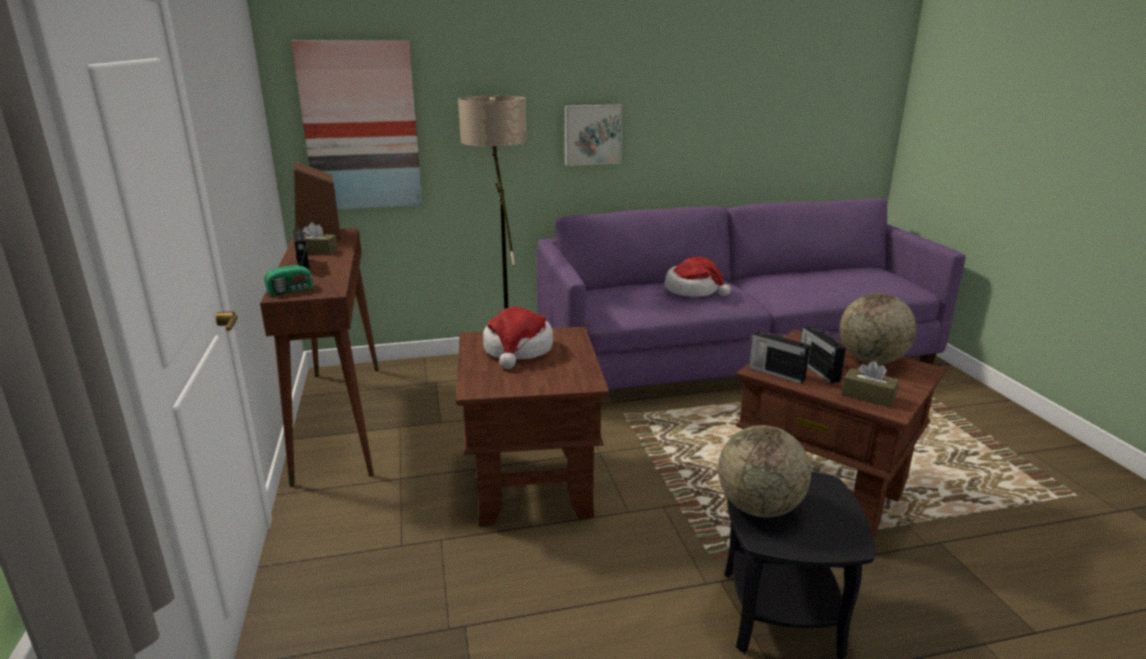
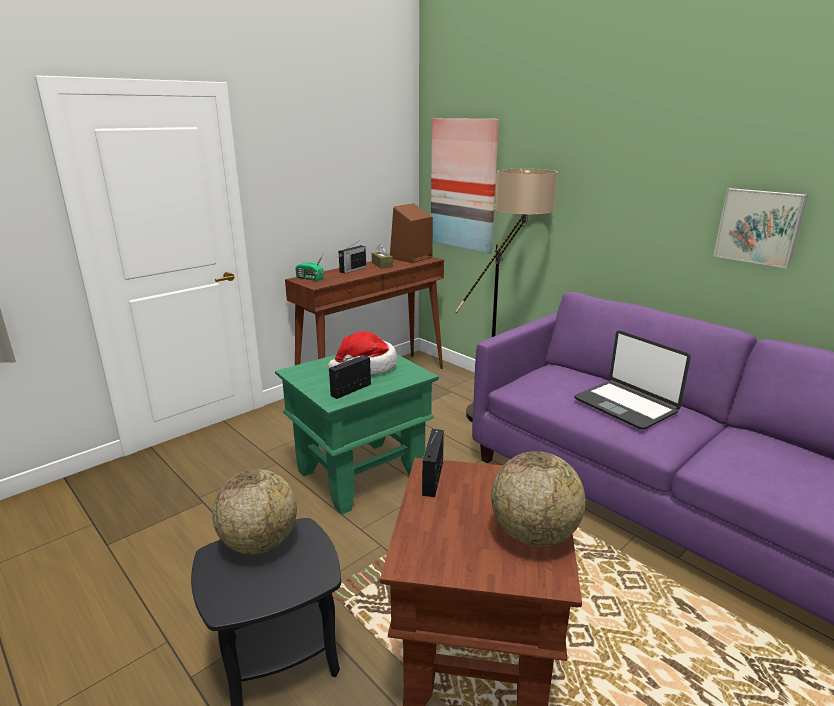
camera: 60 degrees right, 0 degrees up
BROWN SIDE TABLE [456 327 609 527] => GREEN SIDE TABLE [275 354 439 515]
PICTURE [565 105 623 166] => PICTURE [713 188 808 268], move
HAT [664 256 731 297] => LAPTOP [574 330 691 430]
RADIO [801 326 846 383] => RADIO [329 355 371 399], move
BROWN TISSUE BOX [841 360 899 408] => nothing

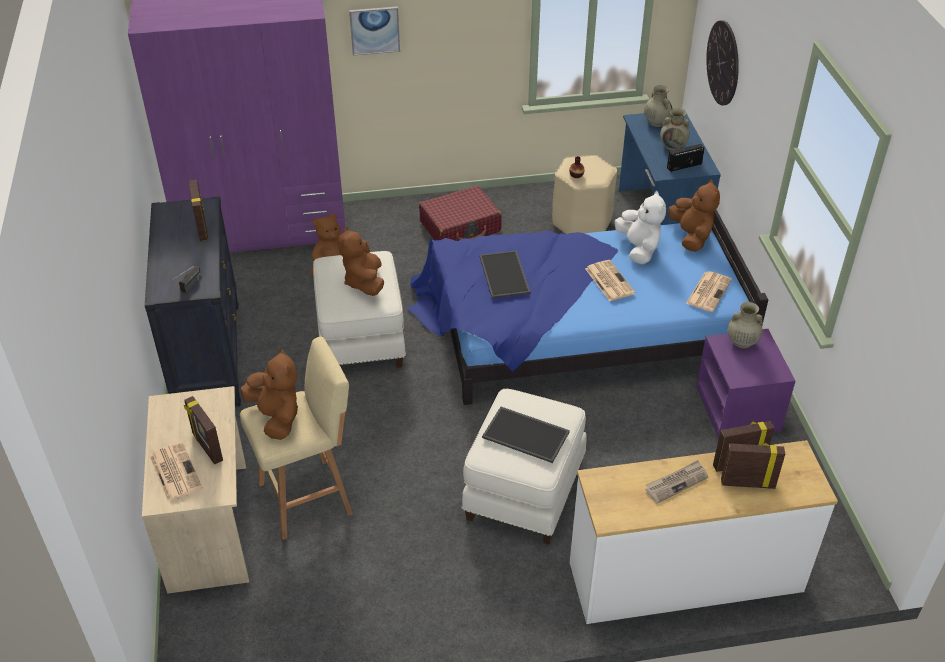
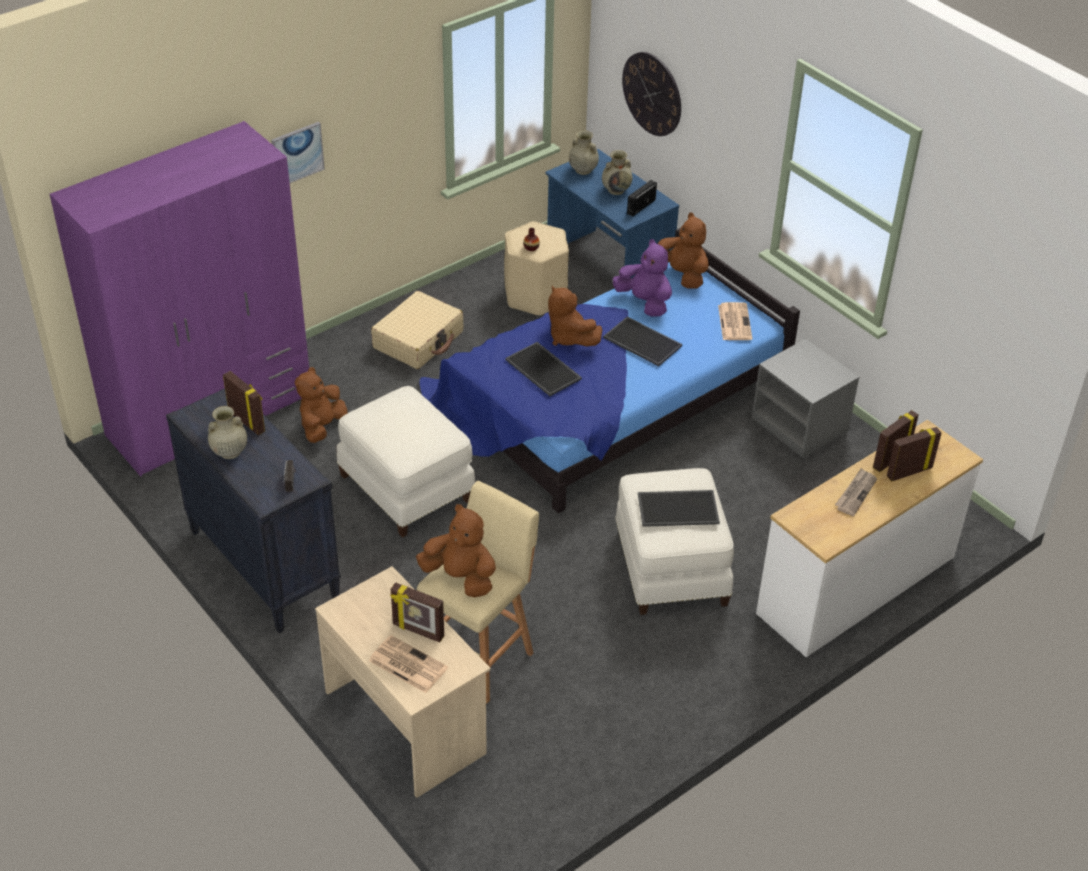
camera: 30 degrees left, 0 degrees up
BROWN PLUSH TOY [338 226 384 296] => BROWN PLUSH TOY [548 285 602 346], move
RED SUITCASE [419 186 502 241] => BEIGE SUITCASE [371 291 463 369]
NEWSPAPER [585 260 635 301] => TRAY [603 317 682 366]
WHITE PLUSH TOY [615 191 666 265] => PURPLE PLUSH TOY [613 239 672 317]
PURPLE NIGHTSTAND [696 329 796 439] => GREY NIGHTSTAND [752 339 859 458]
BEIGE VASE [728 302 763 348] => BEIGE VASE [208 406 247 459], move

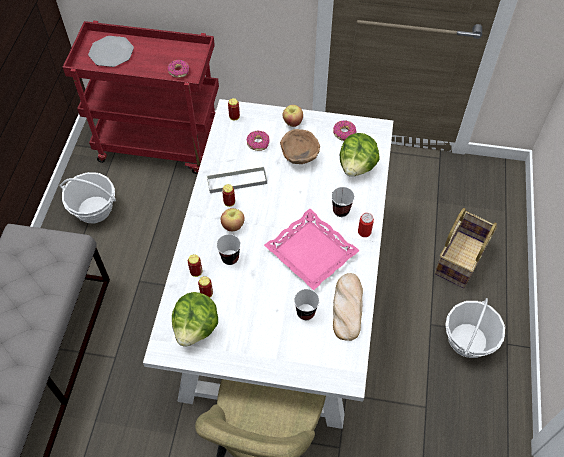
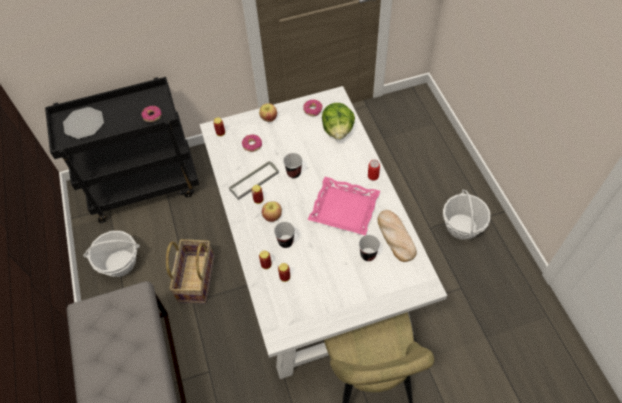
camera: 25 degrees left, 0 degrees up
RED CART [63 21 219 174] => BLACK CART [45 77 199 223]
LETTUCE [172 292 218 347] => nothing
BROWN BOWL [280 129 320 164] => nothing
CUP [331 187 355 217] => CUP [283 153 303 178], move
BASKET [435 208 497 288] => BASKET [166 239 214 304], move

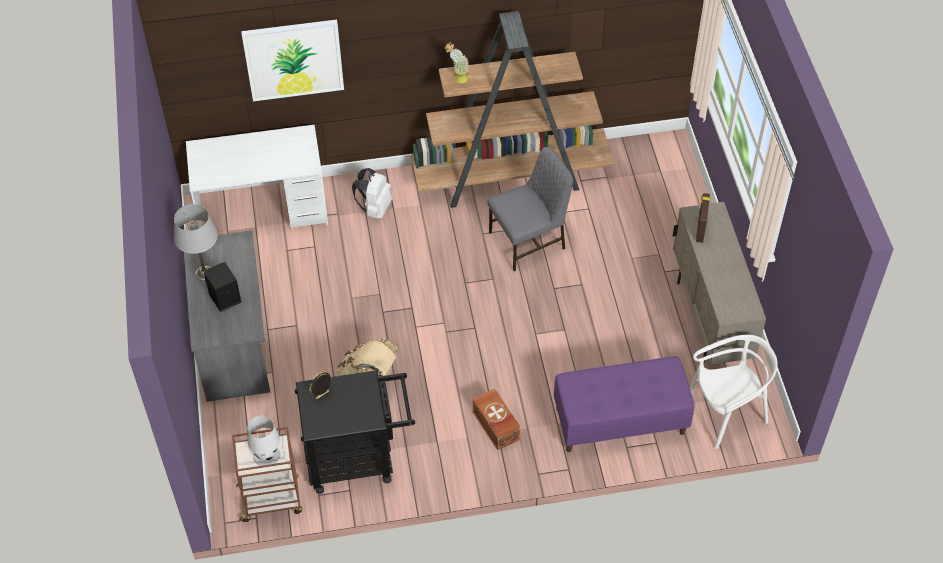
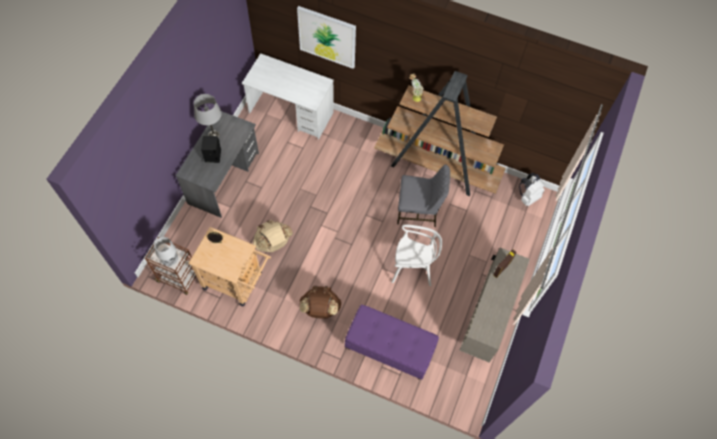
camera: 30 degrees right, 10 degrees up
BLACK CART [295 370 415 494] => BEIGE CART [188 227 271 307]
WHITE BACKPACK [352 168 393 219] => WHITE BACKPACK [519 173 545 206], move
BROWN STORAGE BOX [473 388 520 450] => BROWN BACKPACK [299 286 341 319]
WHITE CHAIR [690 335 778 449] => WHITE CHAIR [392 225 442 286], move

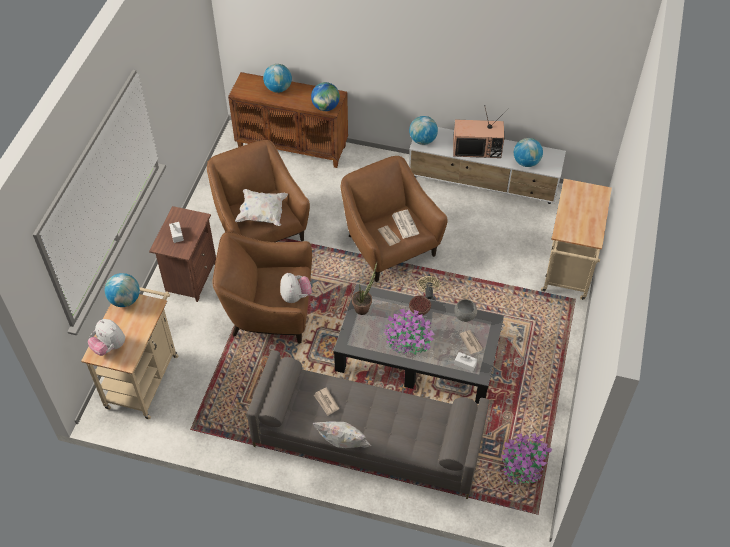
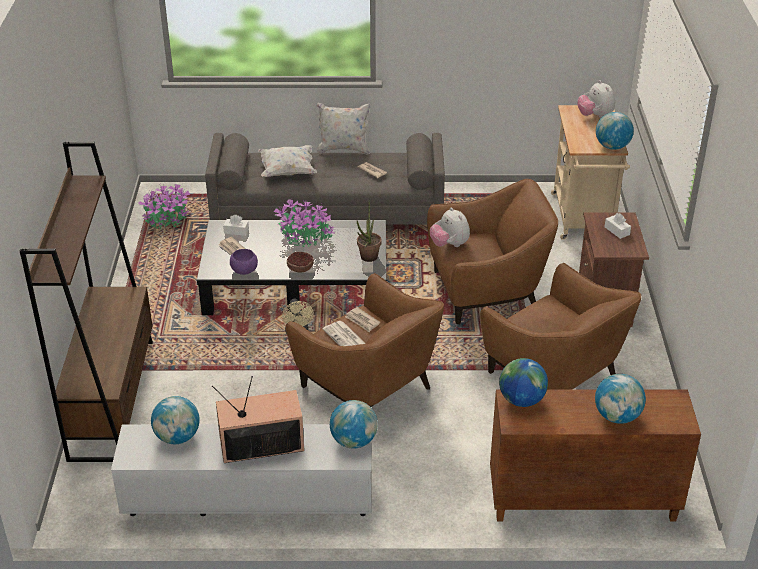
camera: 165 degrees right, 15 degrees down
PLUSH TOY [88 319 125 356] => PLUSH TOY [577 80 615 118], 135 degrees counterclockwise
WHITE PILLOW [235 189 288 226] => WHITE PILLOW [258 145 317 177], move
GREY BOWL [454 299 477 322] => PURPLE BOWL [230 249 258 275]
BEIGE CART [541 179 612 300] => BROWN BOOKCASE [20 142 153 462]

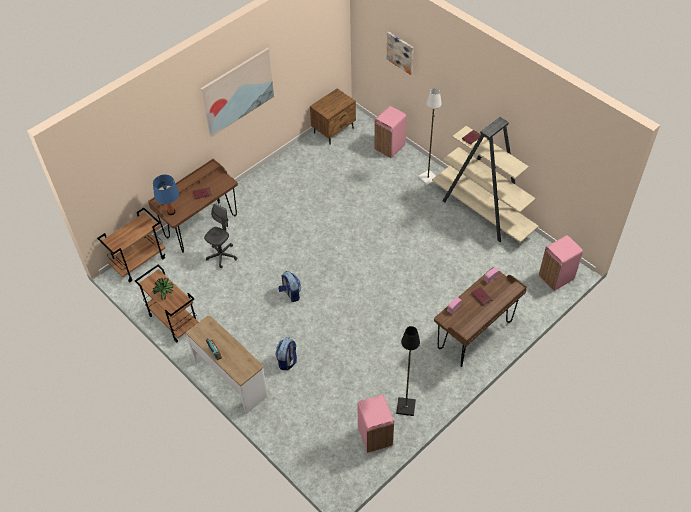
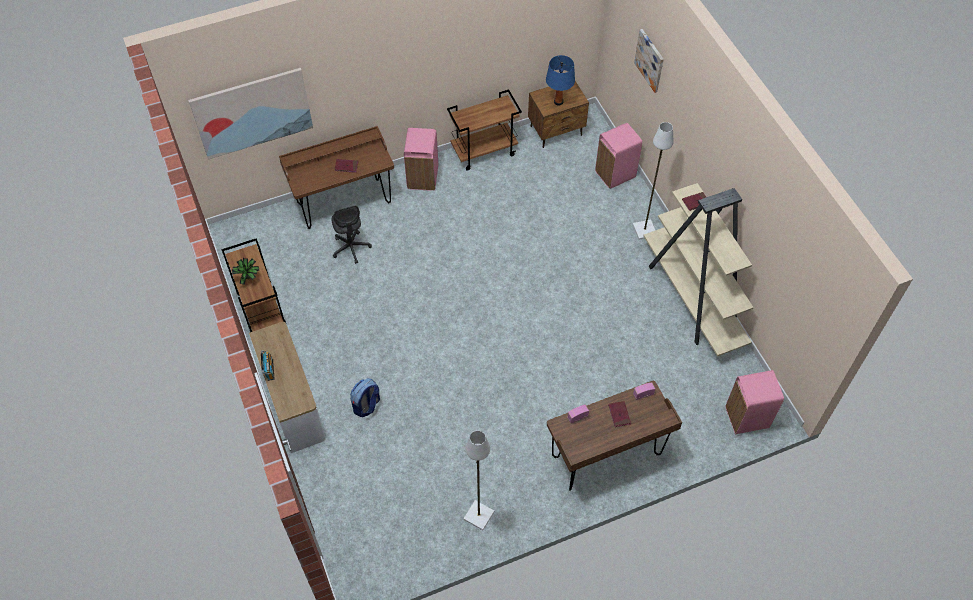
camera: 20 degrees right, 5 degrees up
BROWN CART [97 208 166 282] => BROWN CART [447 89 522 171], move
BLUE TABLE LAMP [153 174 179 215] => BLUE TABLE LAMP [546 55 575 106], move
PICTURE [201 48 274 137] => PICTURE [188 68 313 160], move
GREY OFFICE CHAIR [204 203 237 269] => GREY OFFICE CHAIR [332 205 372 264], 105 degrees clockwise
BACKPACK [279 271 301 302] => nothing
PINK TRASH CAN [357 395 394 453] => PINK TRASH CAN [404 128 438 191], move
BLACK FLOOR LAMP [396 326 420 416] => WHITE FLOOR LAMP [463 431 494 530]

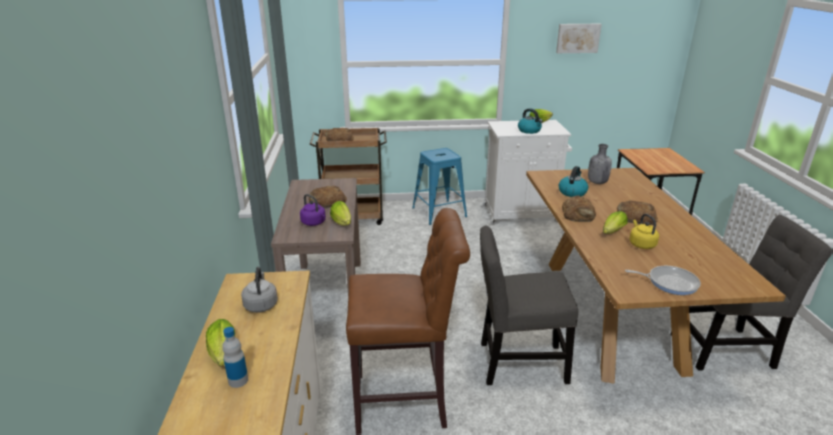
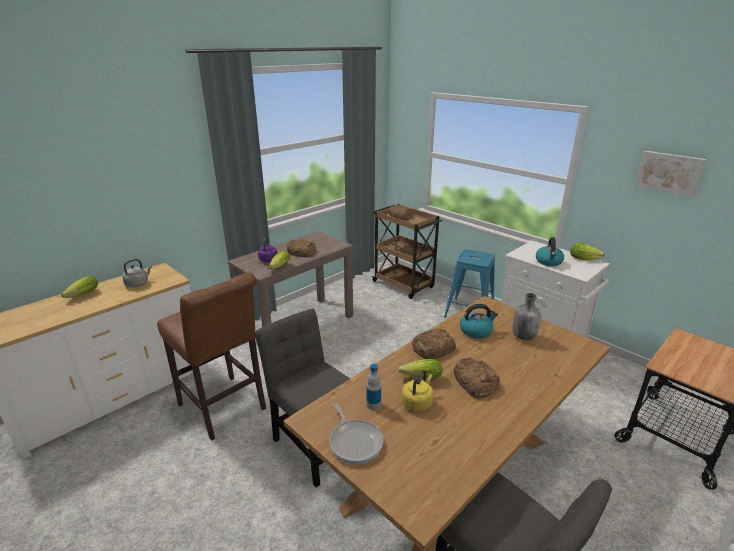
camera: 50 degrees right, 0 degrees up
BOTTLE [222 327 248 388] => BOTTLE [366 364 381 410], move

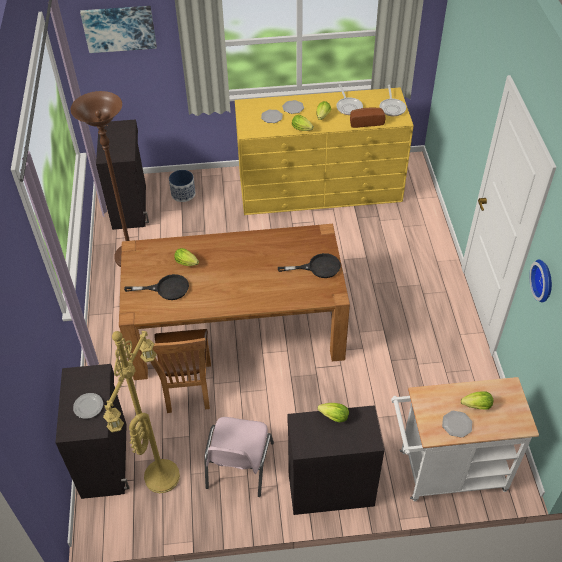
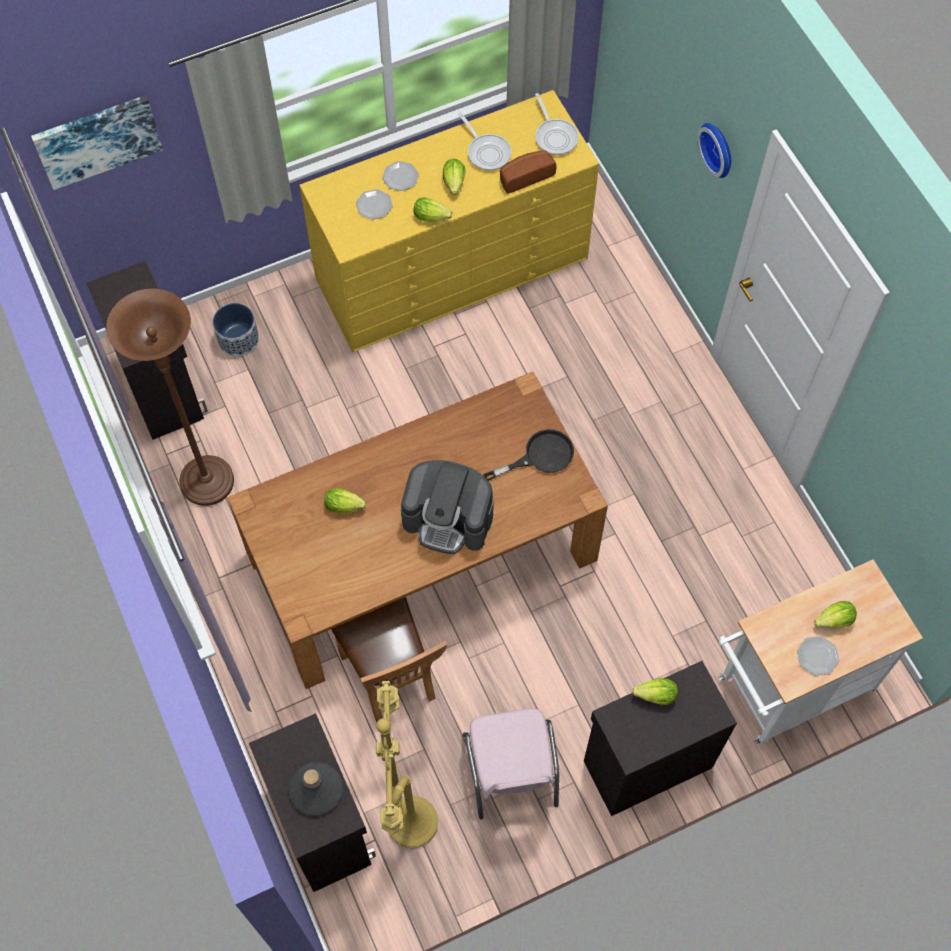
camera: 20 degrees left, 15 degrees up
PLATE [73 393 103 419] => GREY BOTTLE [289 762 342 815]
BLACK FRYING PAN [124 274 189 300] => nothing
WALL CLOCK [529 259 552 303] => WALL CLOCK [697 123 731 178], move
nothing => COFFEE MACHINE [401 460 494 554]

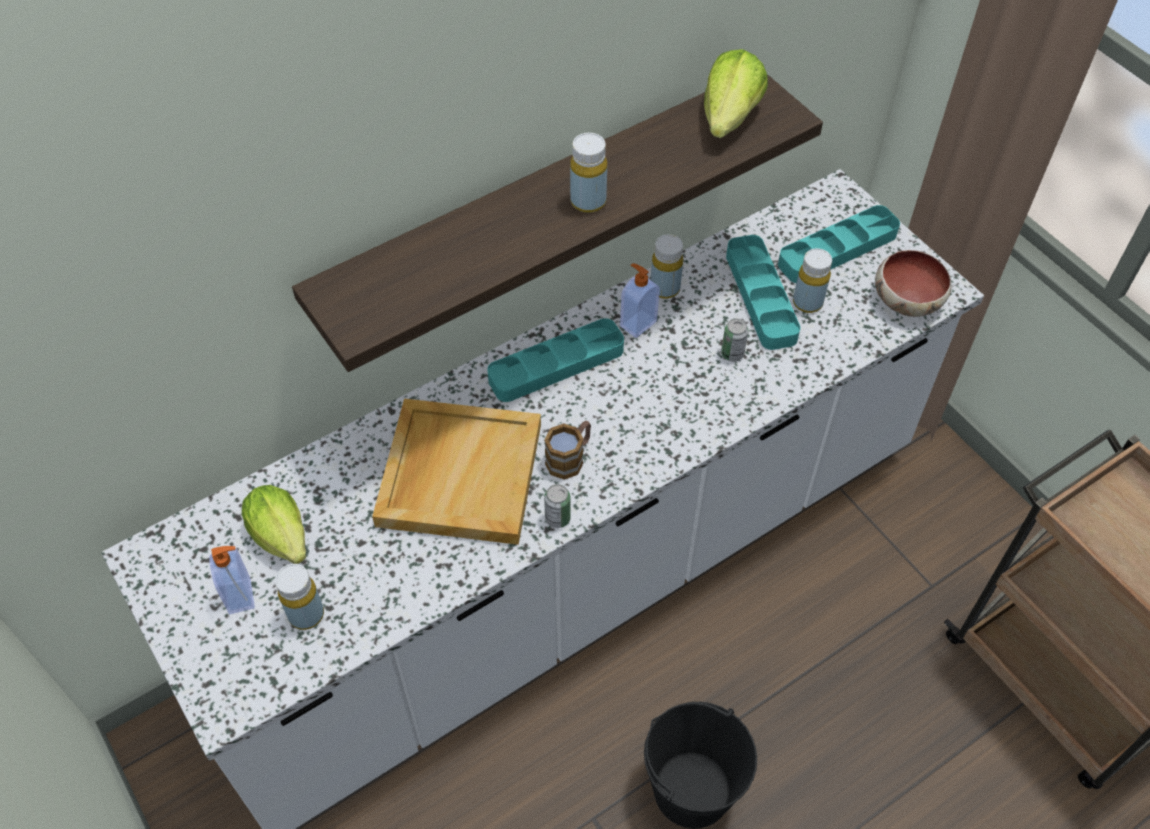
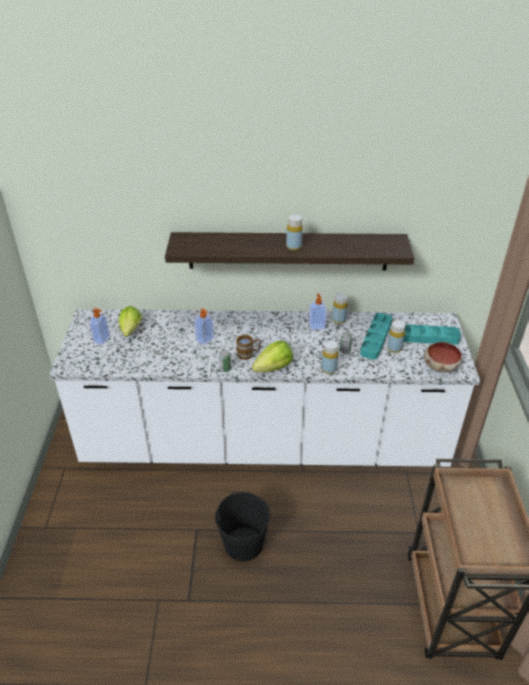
camera: 35 degrees right, 15 degrees down
YELLOW BOTTLE [275 564 324 630] => YELLOW BOTTLE [322 340 338 374], move
BEIGE TRAY [372 398 541 545] => SOAP DISPENSER [195 308 214 345]
TURQUOISE TRAY [487 318 624 402] => nothing
LETTUCE [704 49 768 138] => LETTUCE [252 341 293 372], move

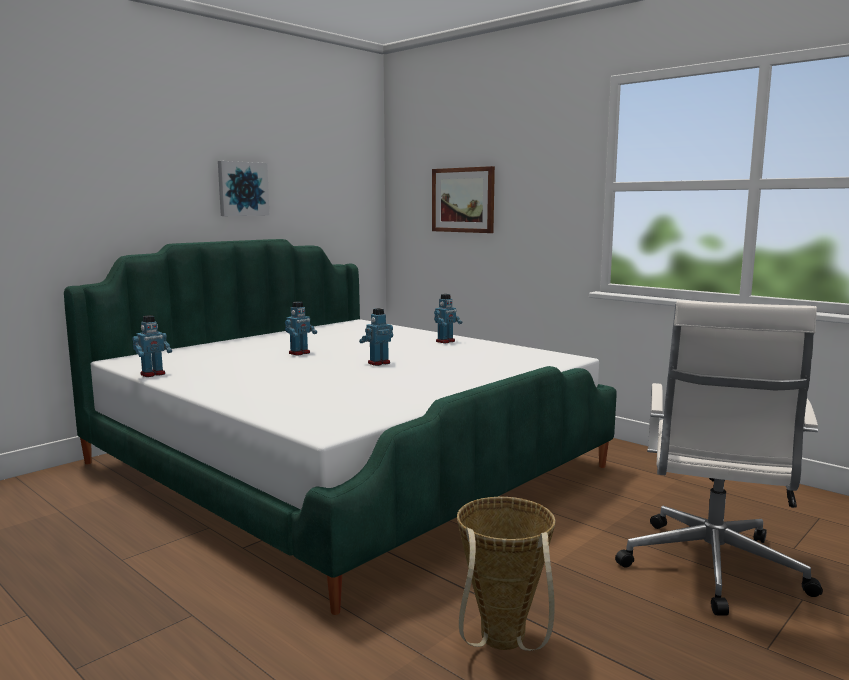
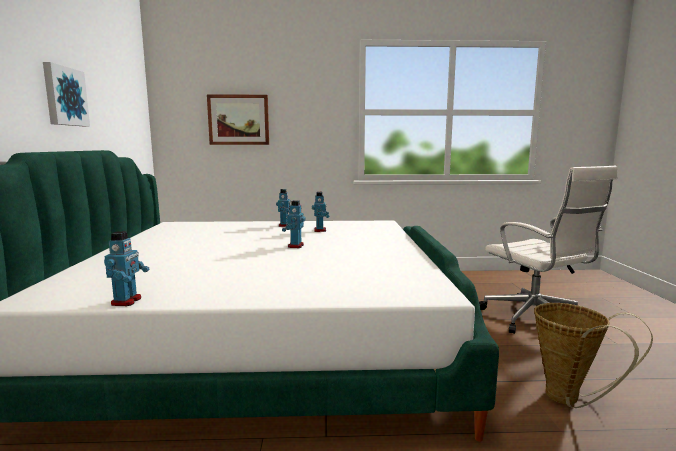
camera: 45 degrees left, 0 degrees up
TOY ROBOT [285 301 317 356] => TOY ROBOT [312 192 330 232], move

